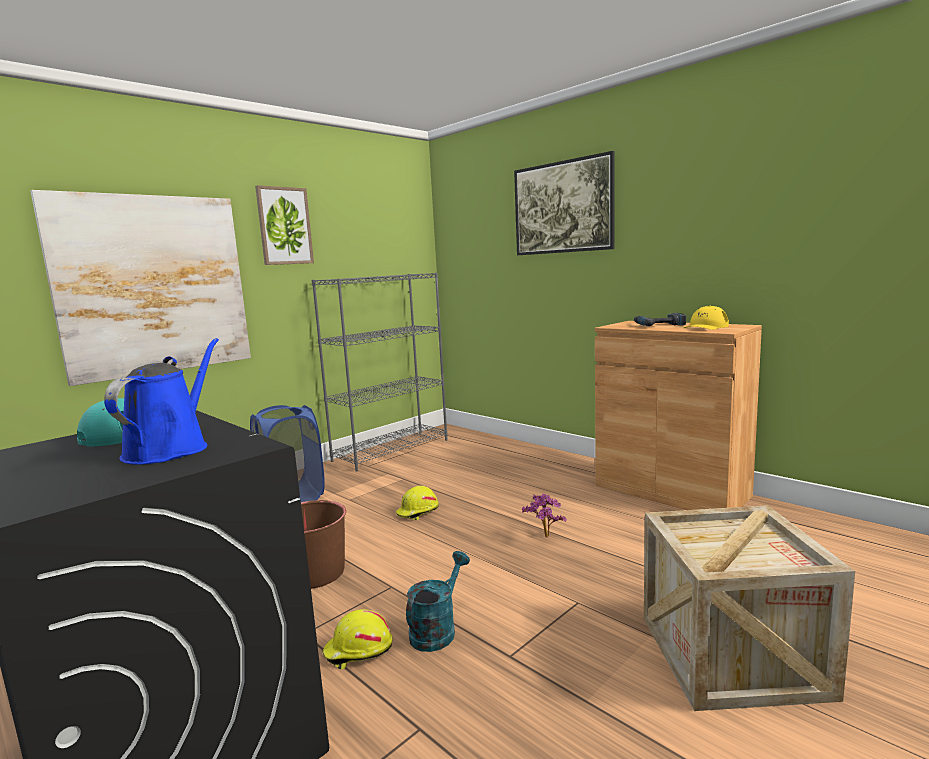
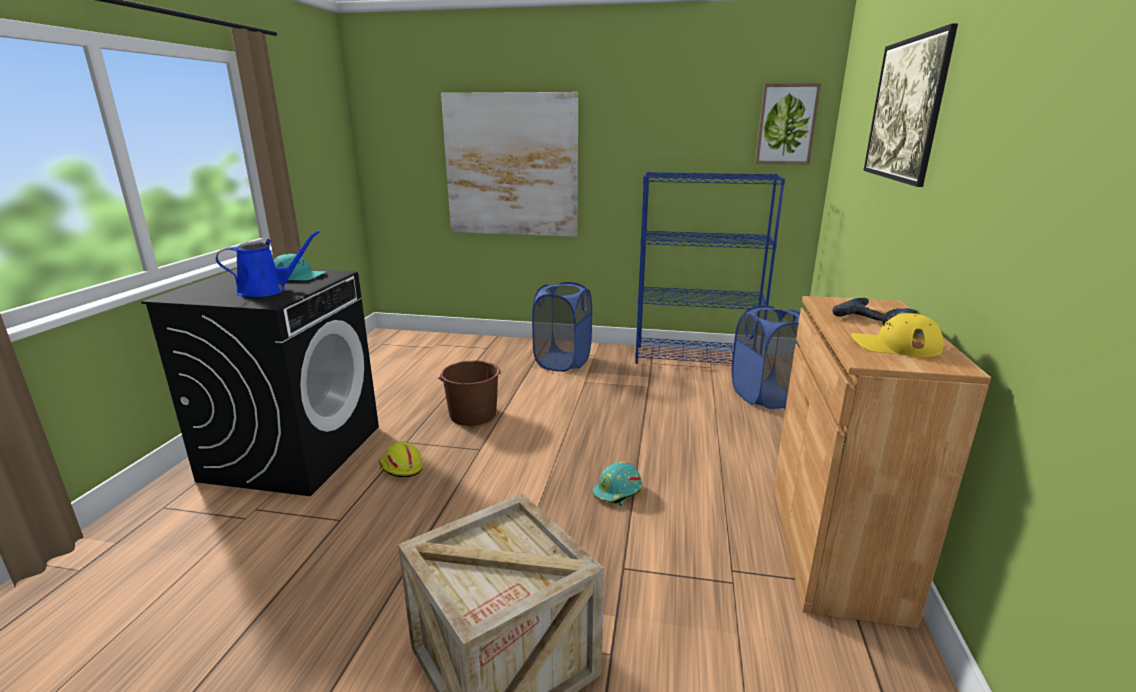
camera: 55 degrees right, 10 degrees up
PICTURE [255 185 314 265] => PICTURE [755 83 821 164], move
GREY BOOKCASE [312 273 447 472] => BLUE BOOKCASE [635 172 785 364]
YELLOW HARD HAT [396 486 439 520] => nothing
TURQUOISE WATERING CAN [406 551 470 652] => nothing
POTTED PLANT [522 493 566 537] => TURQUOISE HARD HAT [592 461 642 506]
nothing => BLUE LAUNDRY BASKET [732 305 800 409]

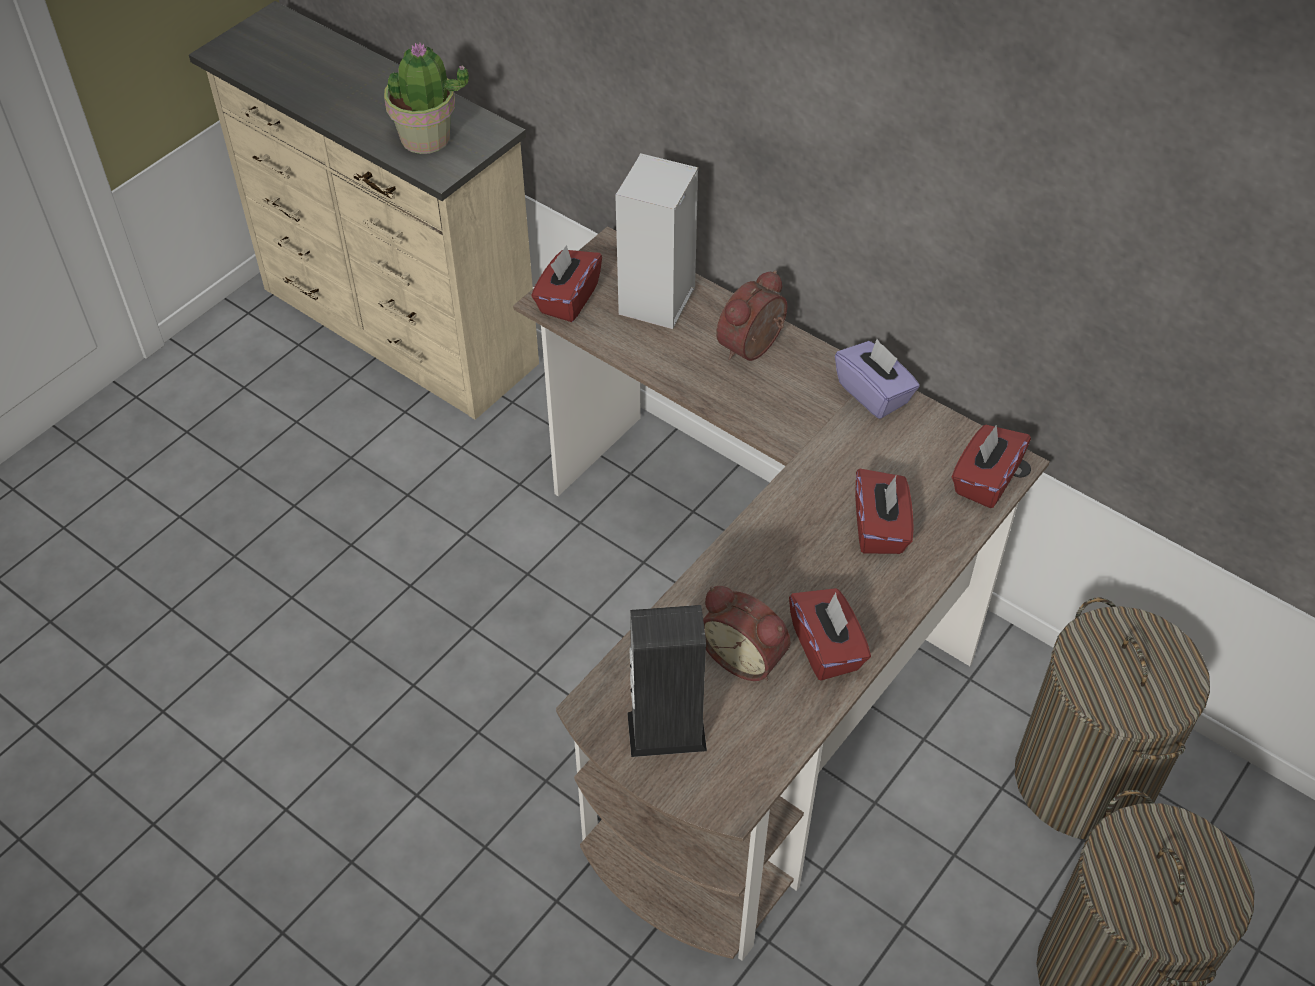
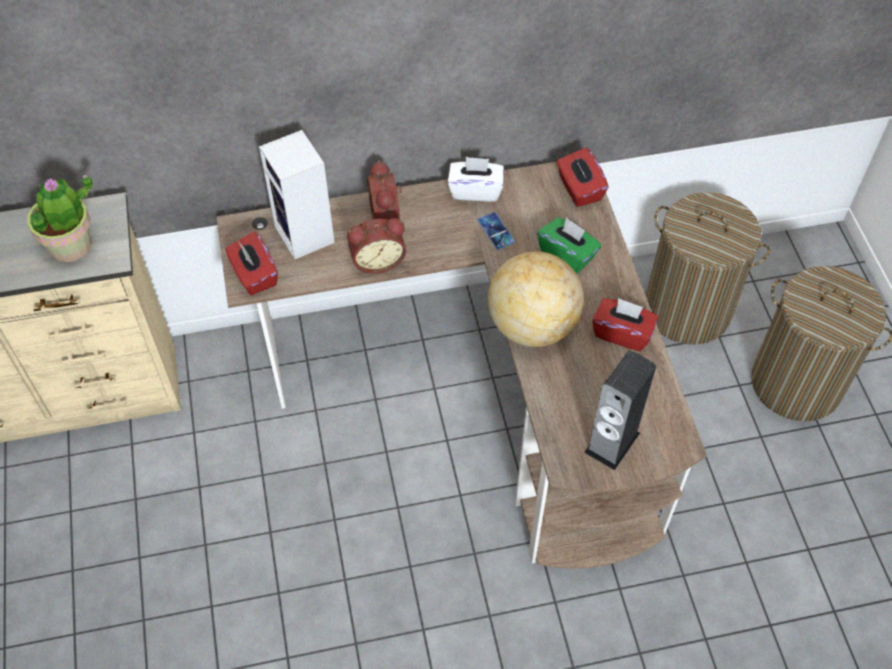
camera: 50 degrees left, 5 degrees up
ALARM CLOCK [703 586 791 681] => ALARM CLOCK [347 218 406 273], move
PURPLE TISSUE BOX [835 339 920 419] => WHITE TISSUE BOX [448 156 504 202]
RED TISSUE BOX [855 469 914 554] => GREEN TISSUE BOX [537 217 602 274]
nothing => PHONE [478 212 515 250]
nothing => GLOBE [488 251 583 347]

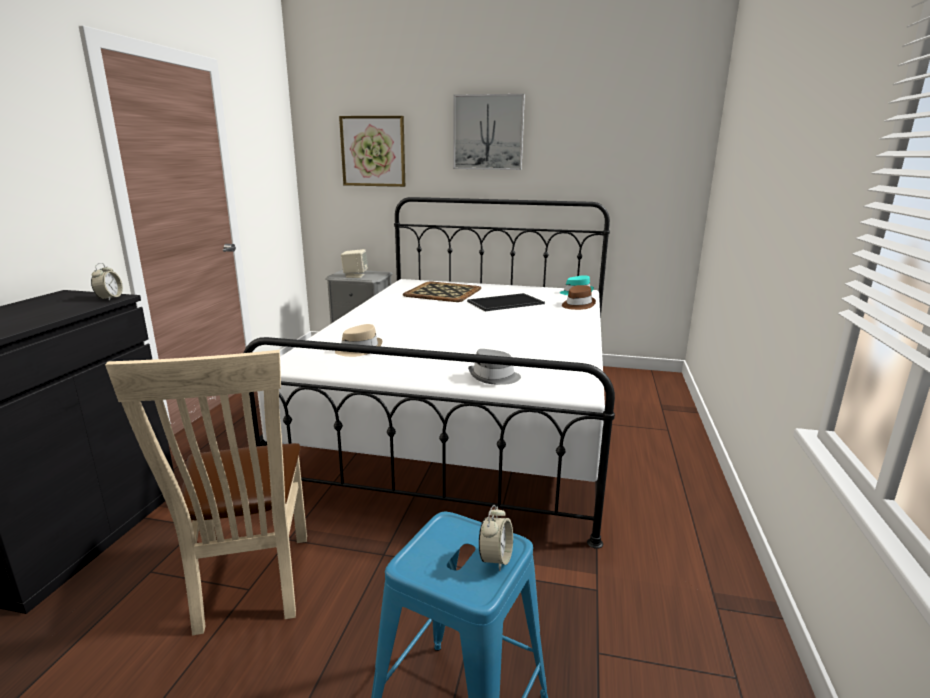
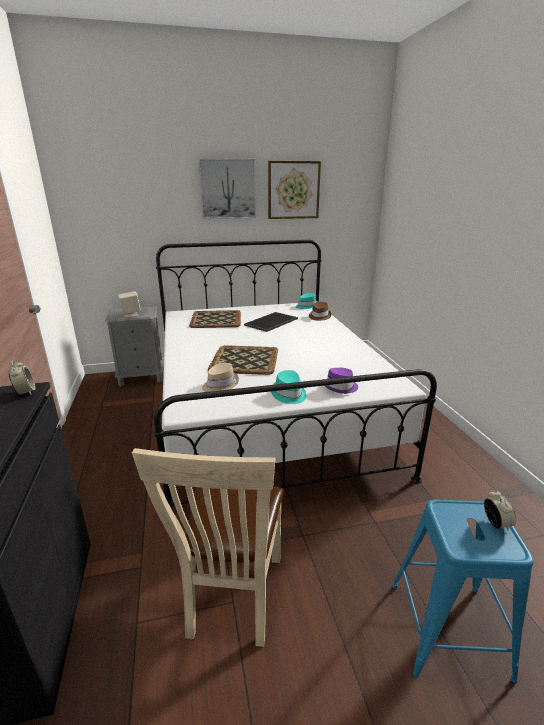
camera: 25 degrees left, 5 degrees up
BEIGE CHAIR [105 350 307 636] => BEIGE CHAIR [132 448 283 647], 45 degrees clockwise
PICTURE [339 116 405 187] => PICTURE [268 161 321 219], move
GREY HAT [468 349 521 385] => PURPLE HAT [324 368 358 394]
nothing => TRAY [208 345 278 375]
nothing => TURQUOISE HAT [271 370 306 404]

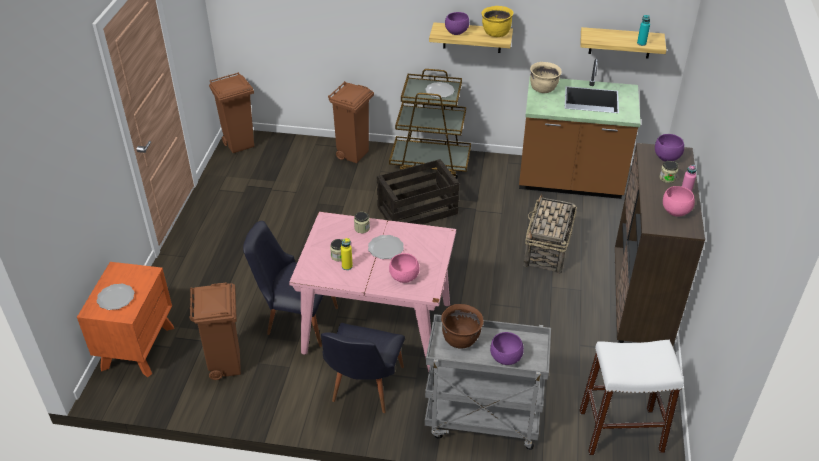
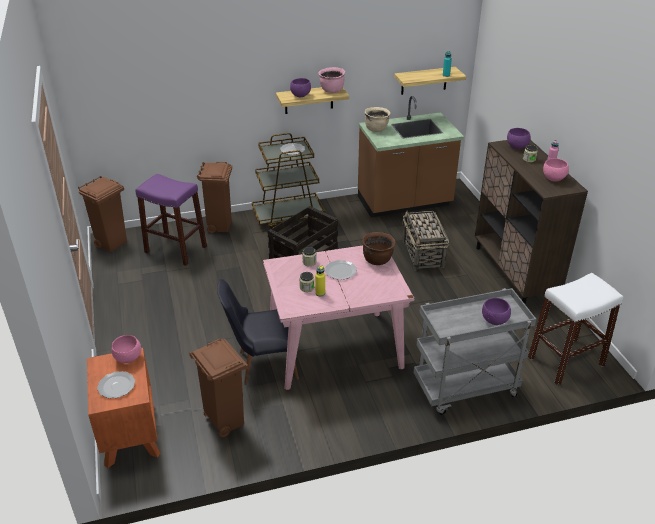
camera: 25 degrees left, 5 degrees down
BLACK CHAIR [321 323 405 413] => nothing
PINK BOWL [389 253 420 283] => PINK BOWL [111 335 141 363], move
BROWN COOKING POT [441 304 484 348] => BROWN COOKING POT [363 232 395 265], move
YELLOW COOKING POT [481 6 513 37] => PINK COOKING POT [318 67 345 93]
nothing => PURPLE STOOL [136 174 207 266]

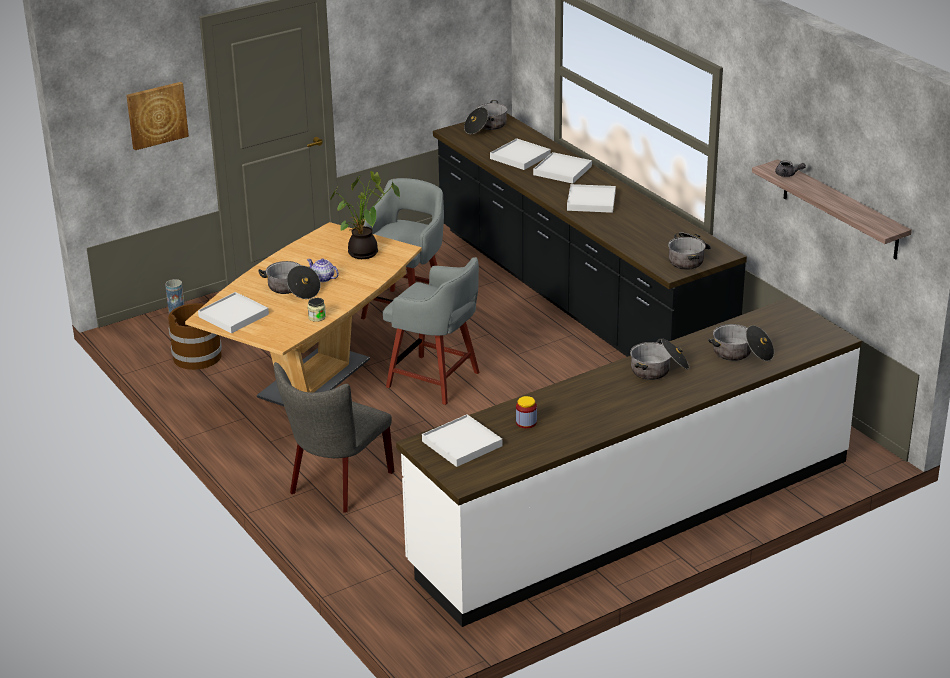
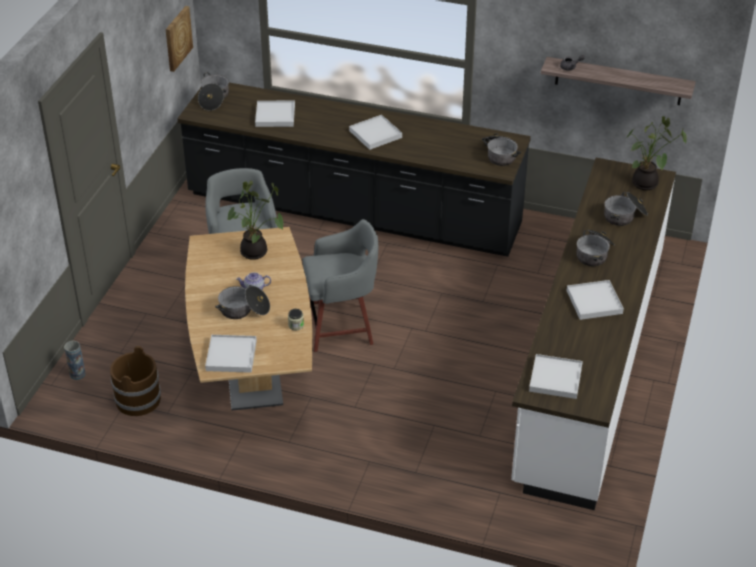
camera: 40 degrees left, 10 degrees up
PICTURE [126 82 189 150] => PICTURE [166 6 193 72], move
GREY CHAIR [274 362 394 513] => nothing
JAR [516 396 537 428] => nothing
WHITE TRAY [533 152 592 184] => WHITE TRAY [567 280 624 320], move
nothing => POTTED PLANT [626 116 687 190]

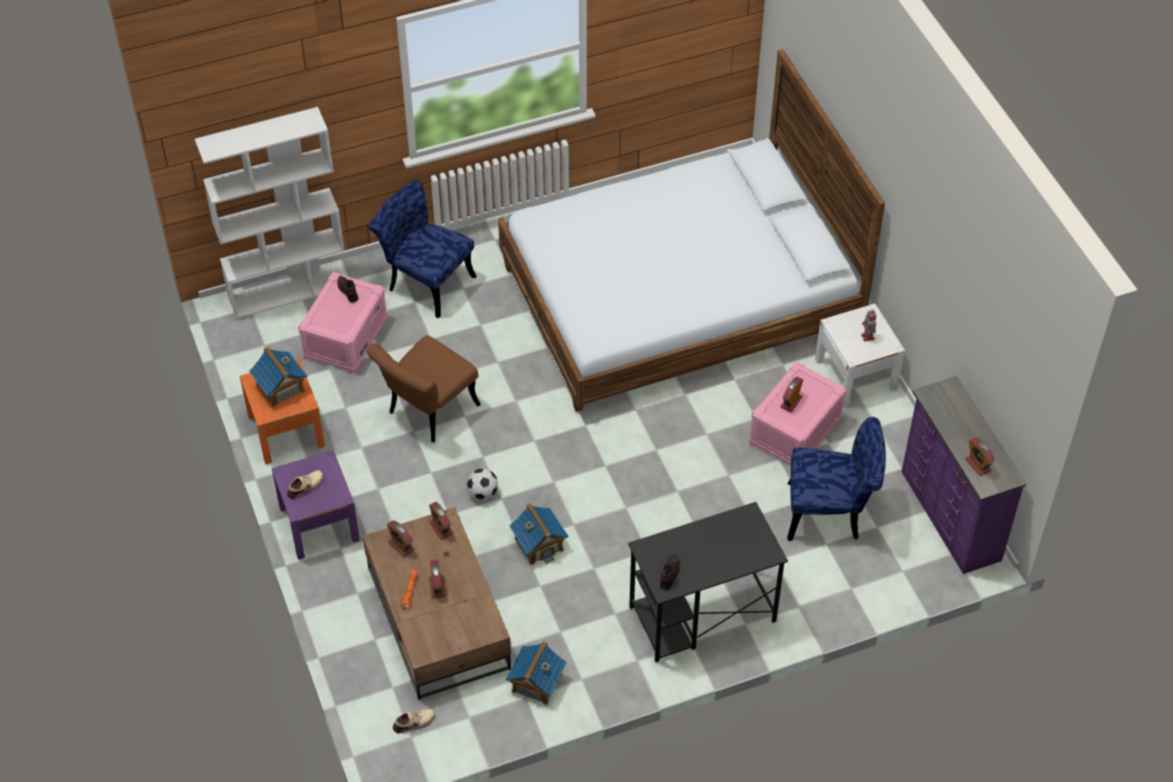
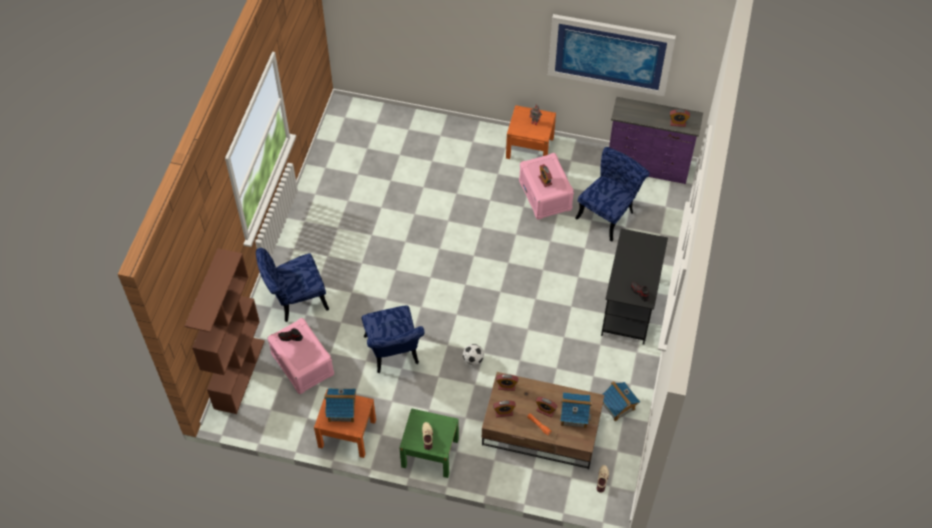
camera: 55 degrees left, 5 degrees up
WHITE BOOKCASE [195 107 345 319] => BROWN BOOKCASE [185 248 265 414]
PURPLE NIGHTSTAND [272 450 360 560] => GREEN NIGHTSTAND [399 408 459 478]
BROWN CHAIR [366 335 481 442] => BLUE CHAIR [362 306 424 373]
BED [498 49 885 412] => nothing
TOY HOUSE [509 503 568 565] => TOY HOUSE [560 392 592 429], move
WHITE NIGHTSTAND [815 304 905 407] => ORANGE NIGHTSTAND [506 105 556 159]
nothing => PICTURE [548 14 676 96]

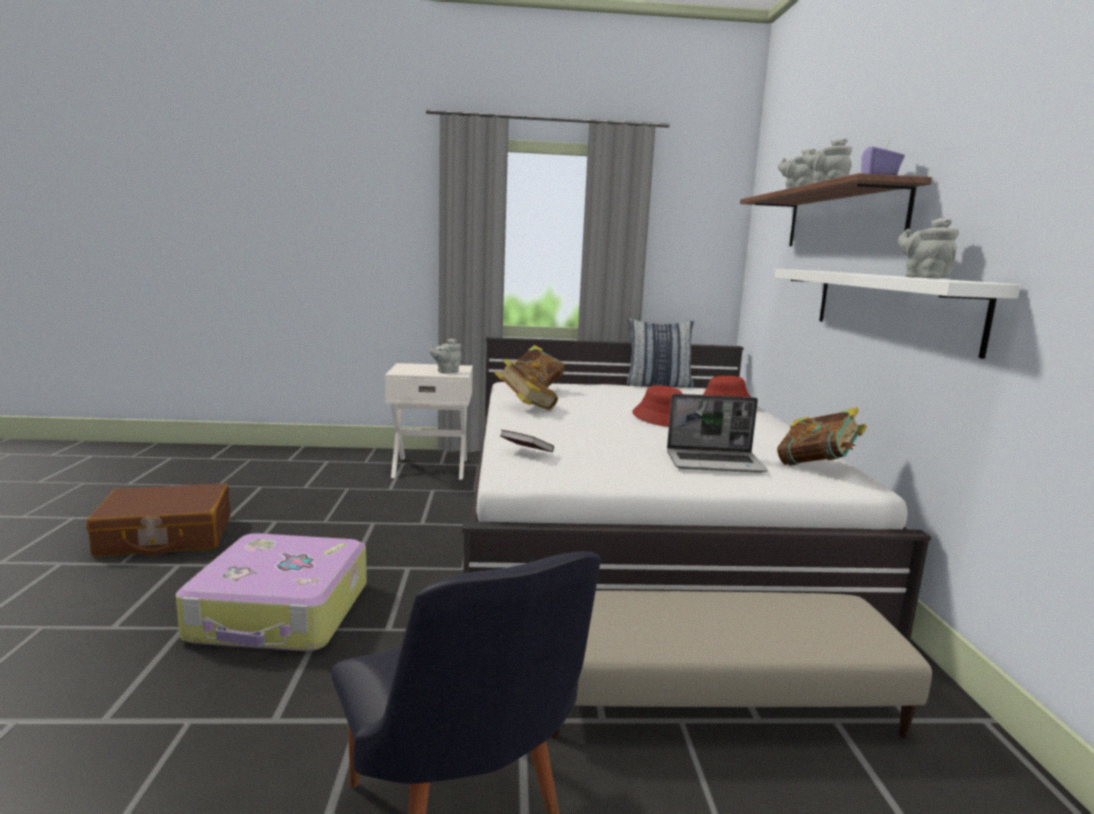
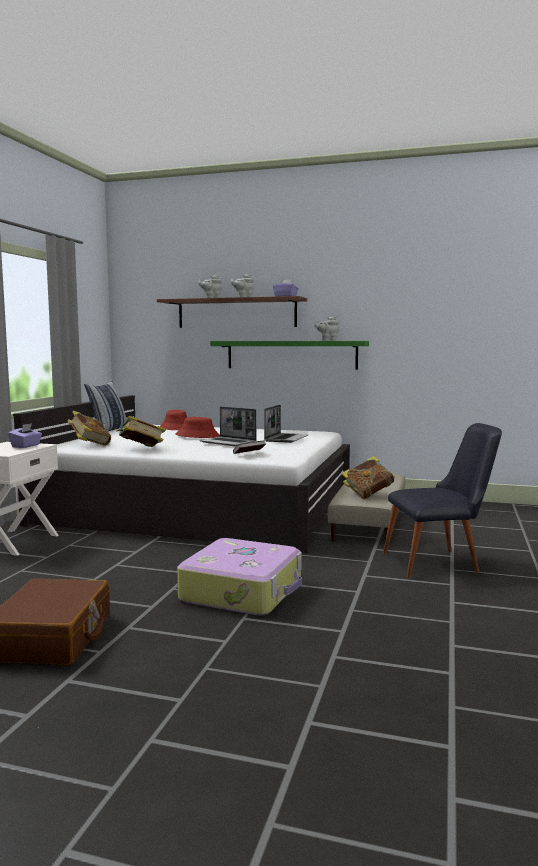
camera: 70 degrees left, 5 degrees down
GREY TEAPOT [430 338 461 374] => PURPLE TISSUE BOX [8 423 42 448]
WHITE SHELF [775 269 1021 359] => GREEN SHELF [210 341 369 370]
BOOK [777 408 867 466] => BOOK [342 456 395 499], move
nothing => LAPTOP [199 407 256 447]

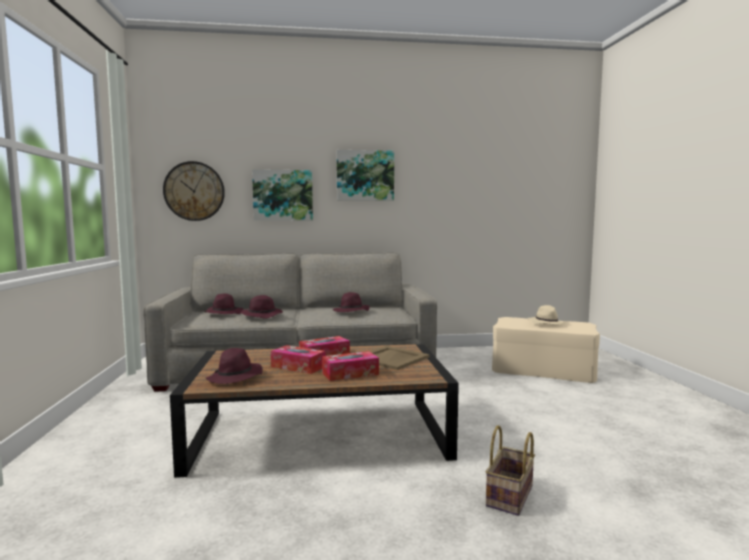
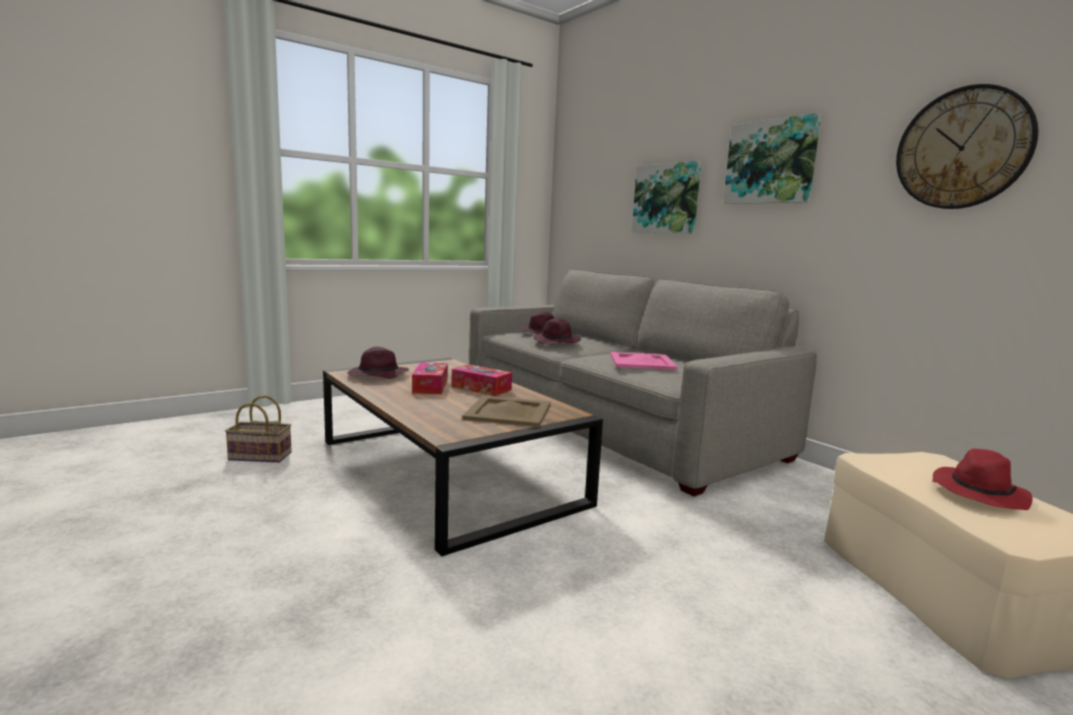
camera: 60 degrees right, 5 degrees up
WALL CLOCK [163 161 225 221] => WALL CLOCK [896 84 1038 209], move
TISSUE BOX [322 351 379 381] => nothing
PURPLE HAT [333 292 370 312] => PINK TRAY [610 352 678 370]
BASKET [486 425 535 516] => BASKET [225 395 292 463], move
BEIGE HAT [528 305 565 324] => RED HAT [932 449 1033 510]

